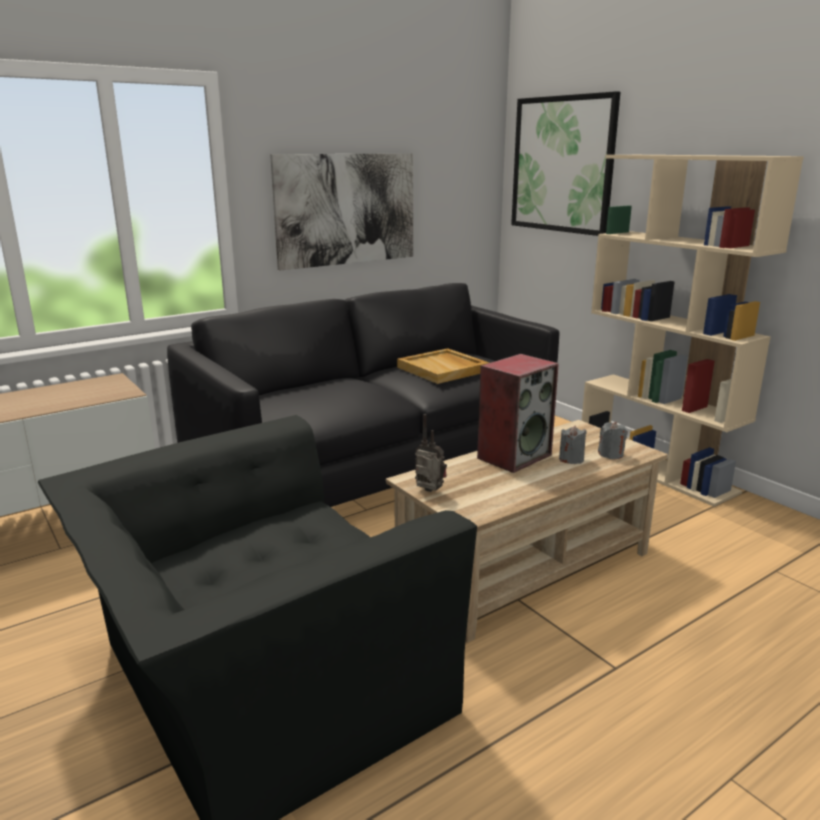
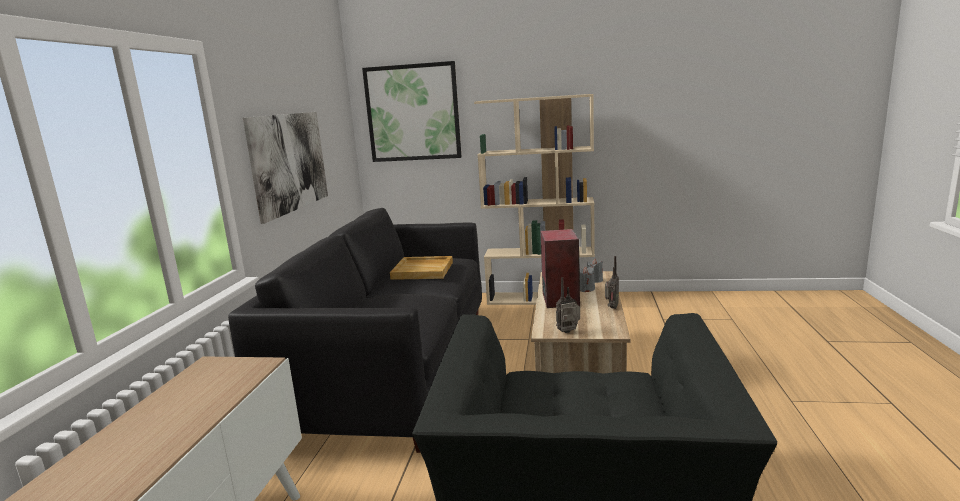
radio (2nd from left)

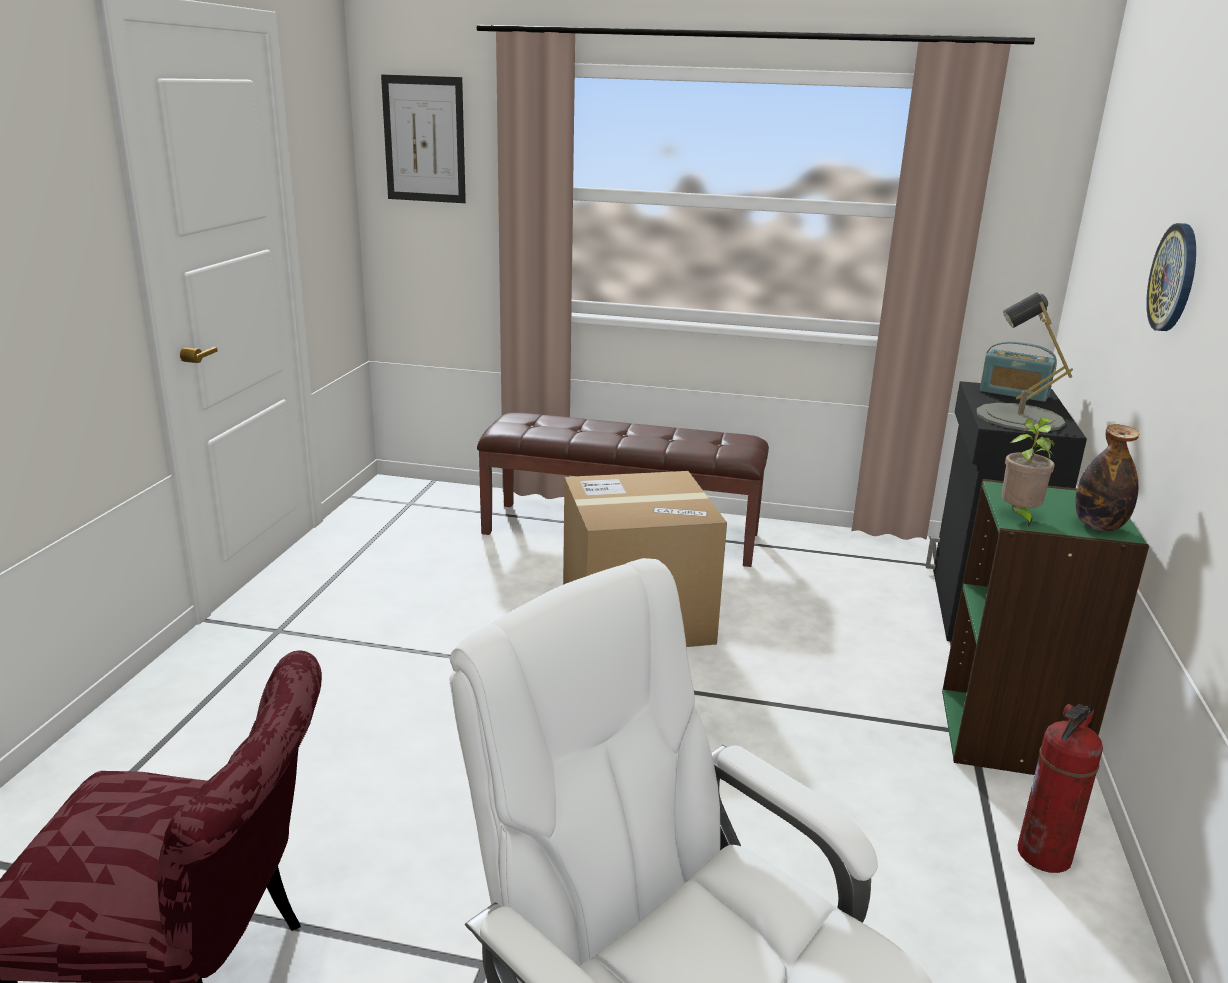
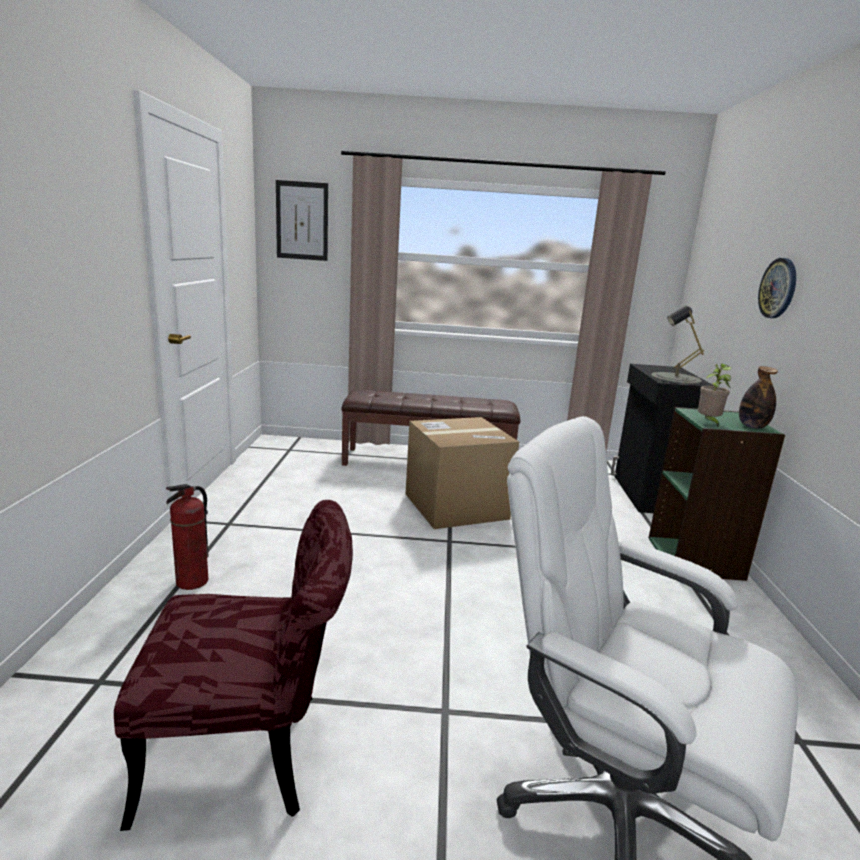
radio
fire extinguisher

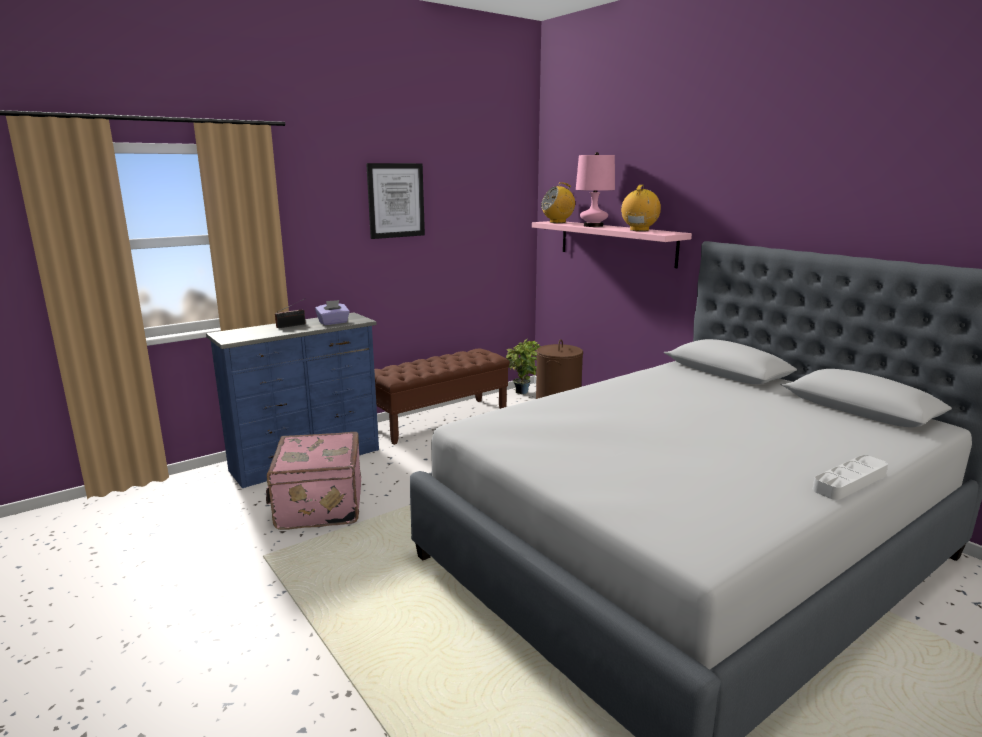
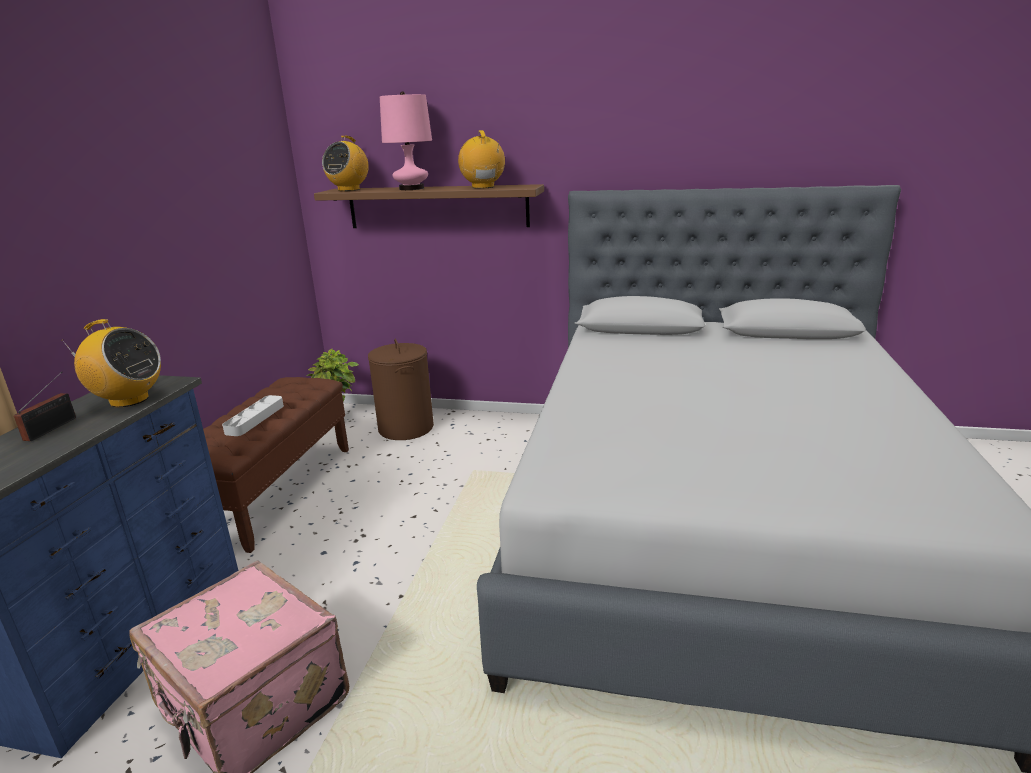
picture
brownish shelf
radio (2nd from left)
greyish carrying tray

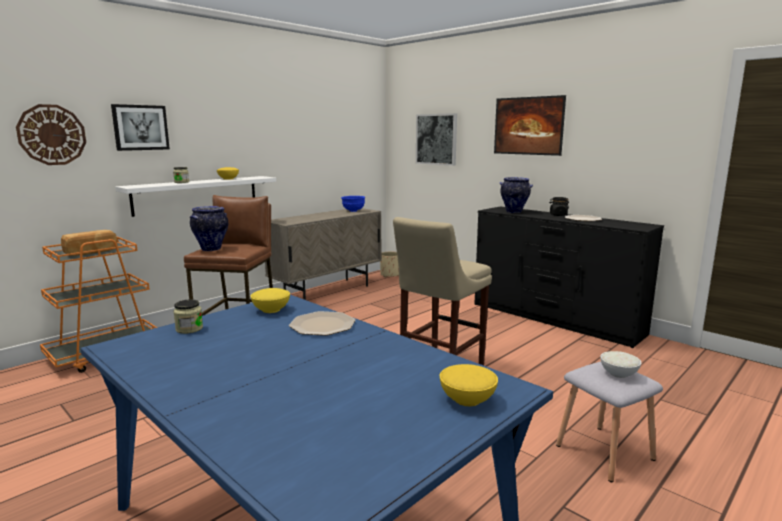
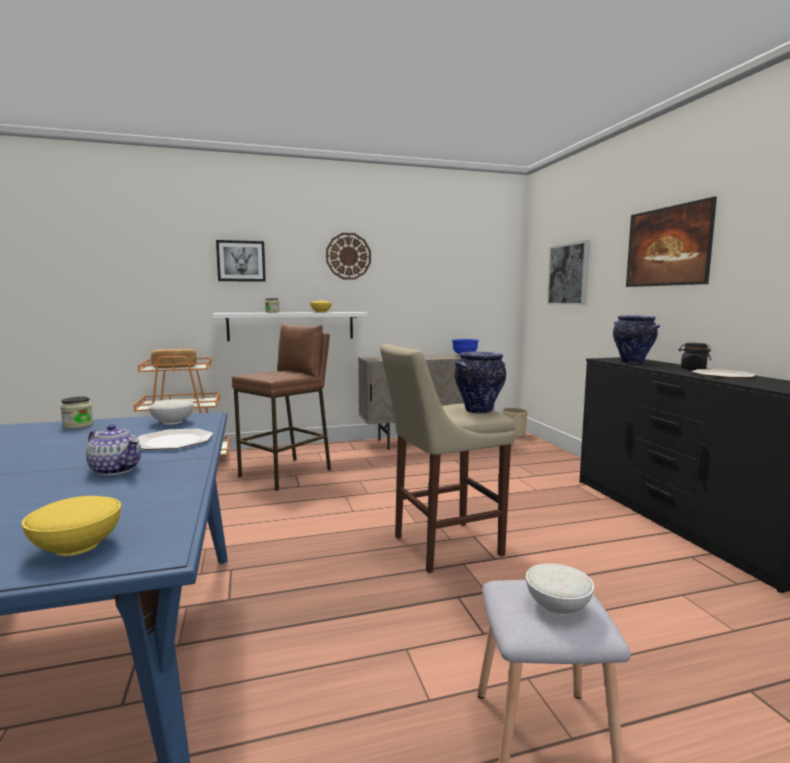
hanging clock
vase (1st from left)
white-coloured serving bowl (1st from left)
pot for tea

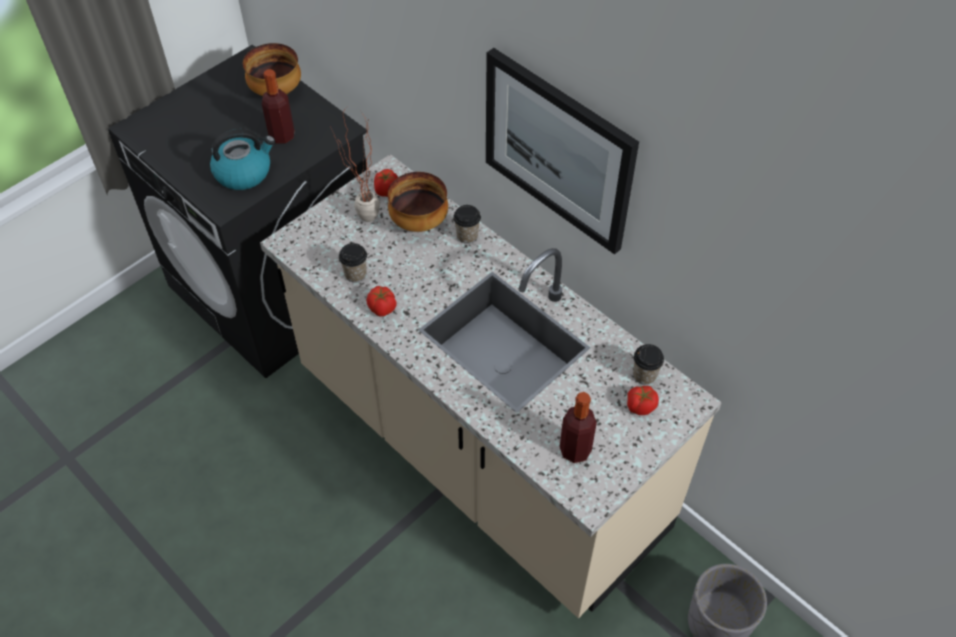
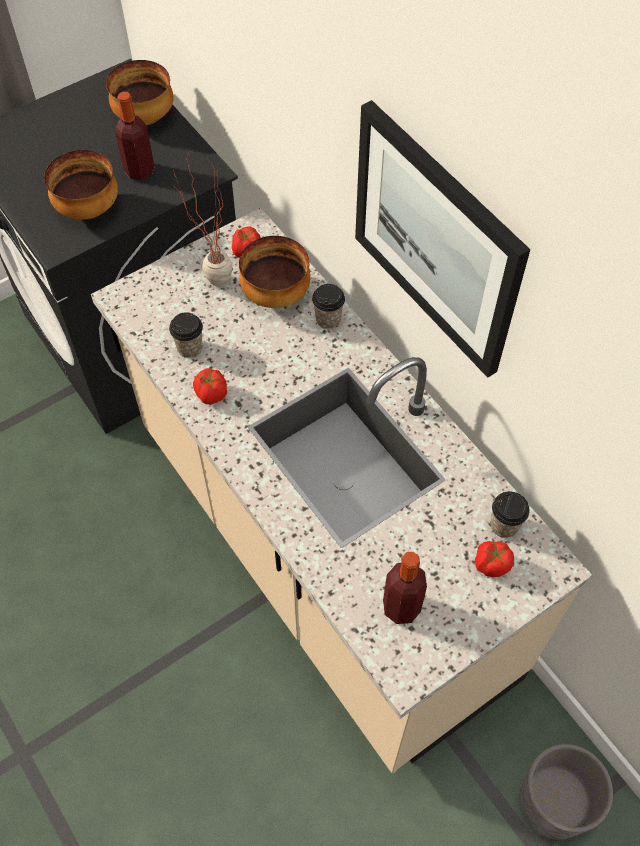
serving bowl (1st from left)

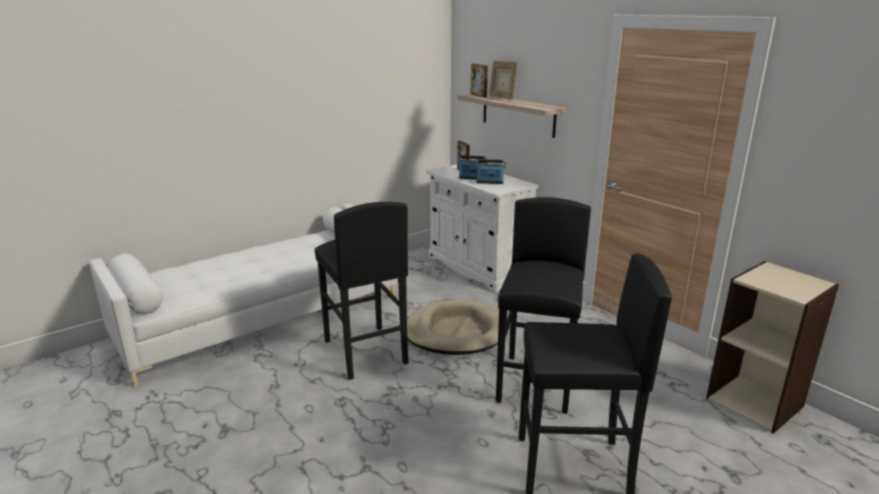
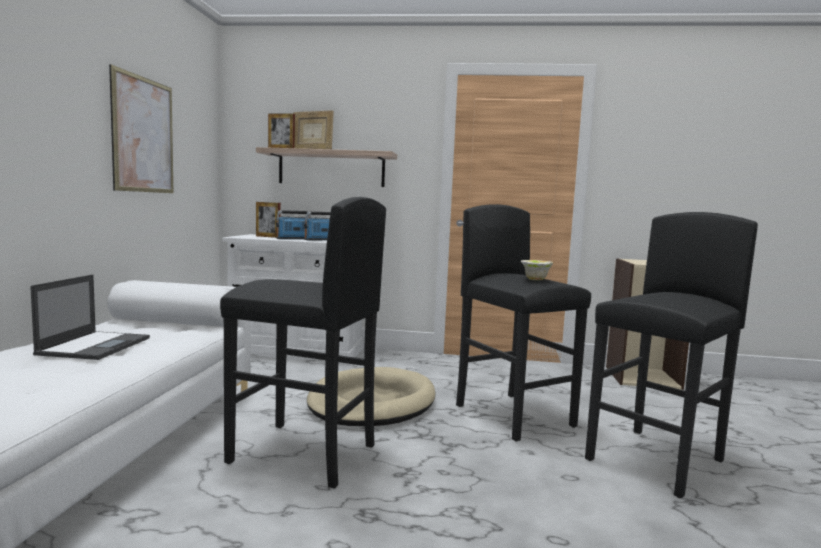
picture
serving bowl
portable computer

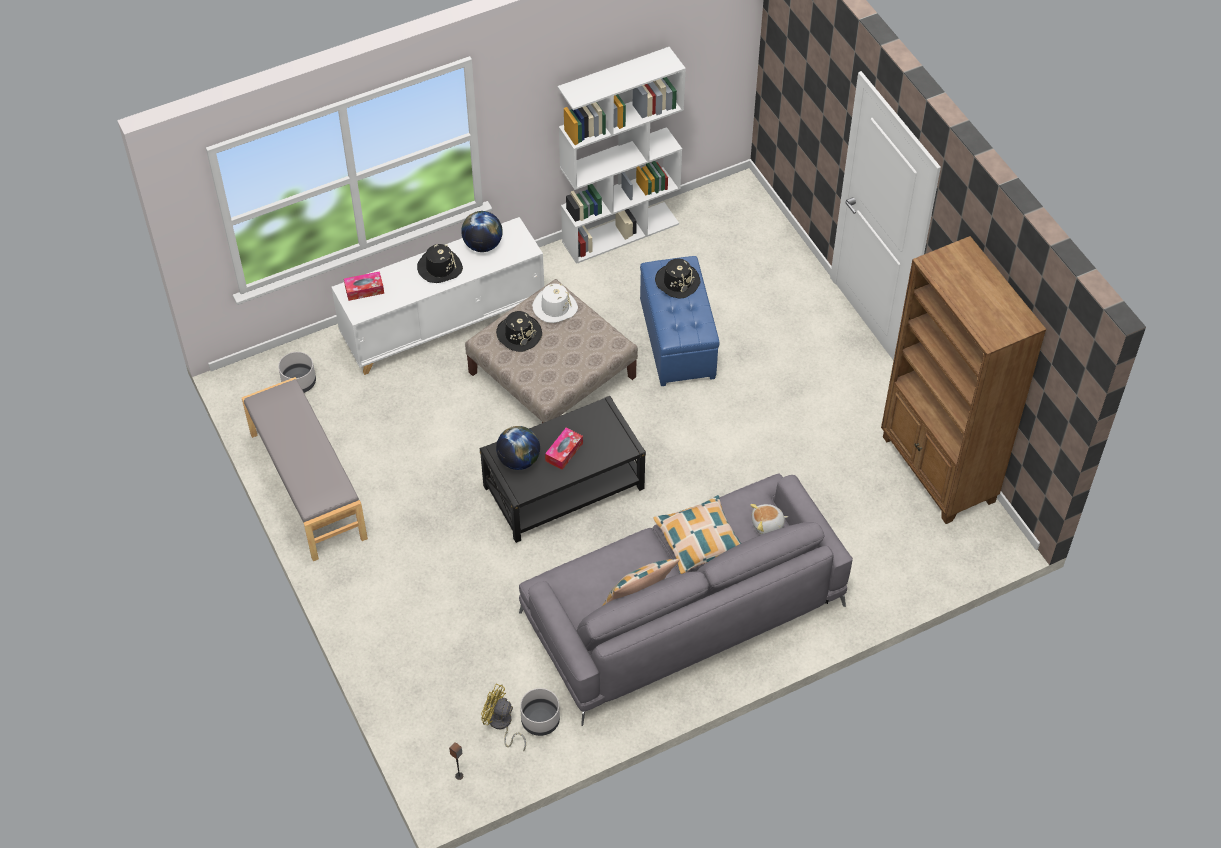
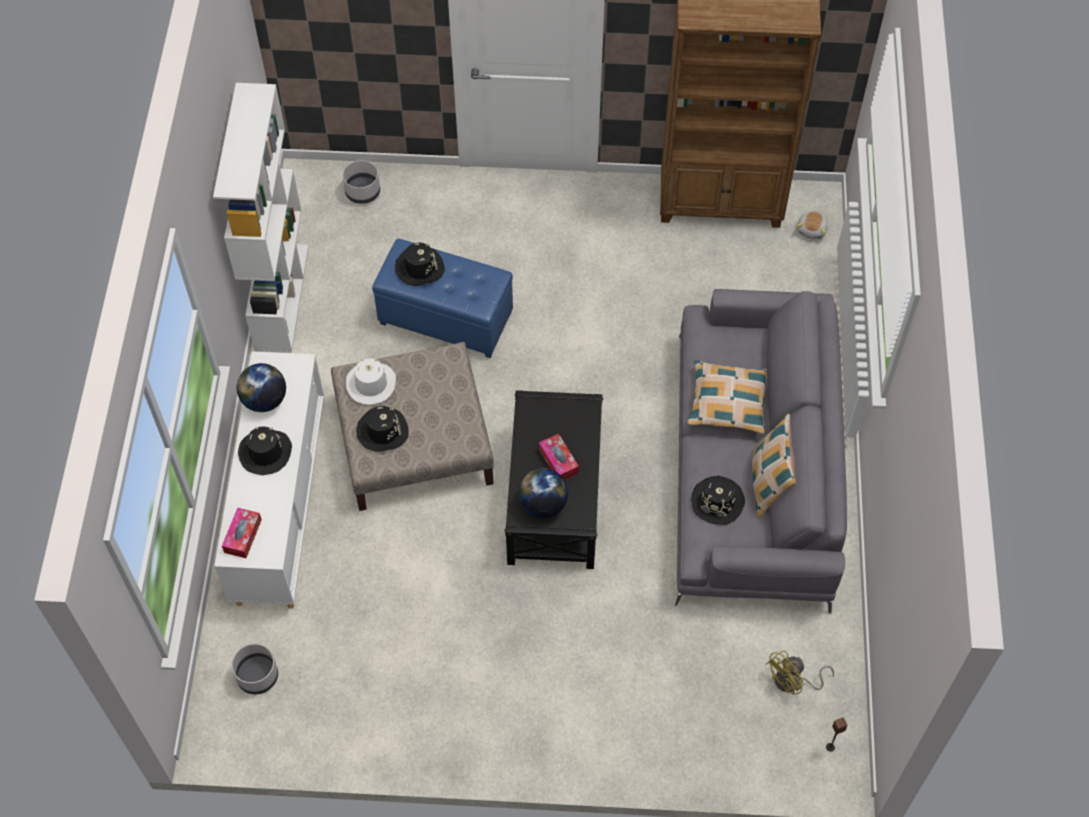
greyish indoor bench
cuddly toy
greyish flower pot (2nd from left)
blackish wearable hat (4th from left)

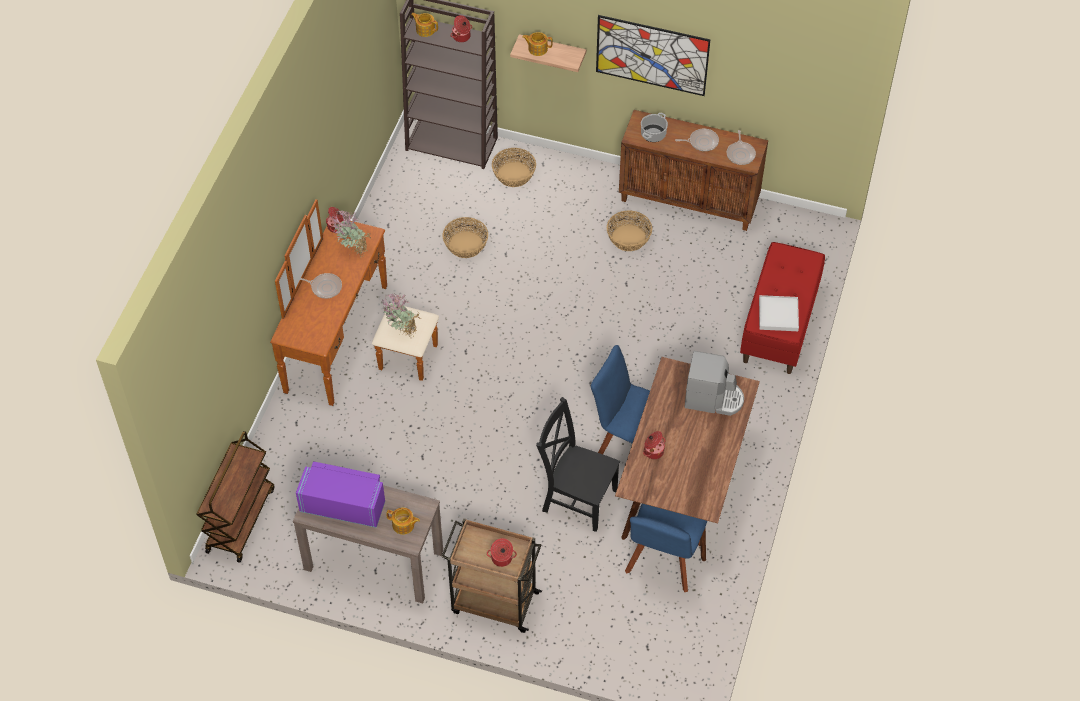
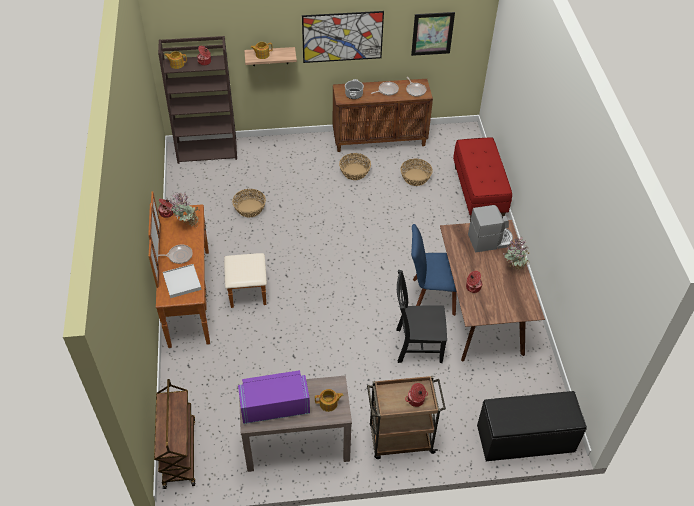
storage basket (3rd from left)
houseplant (2nd from left)
white-coloured carrying tray
bluish chair (2nd from left in the first image)
picture (2nd from left)
blackish indoor bench

